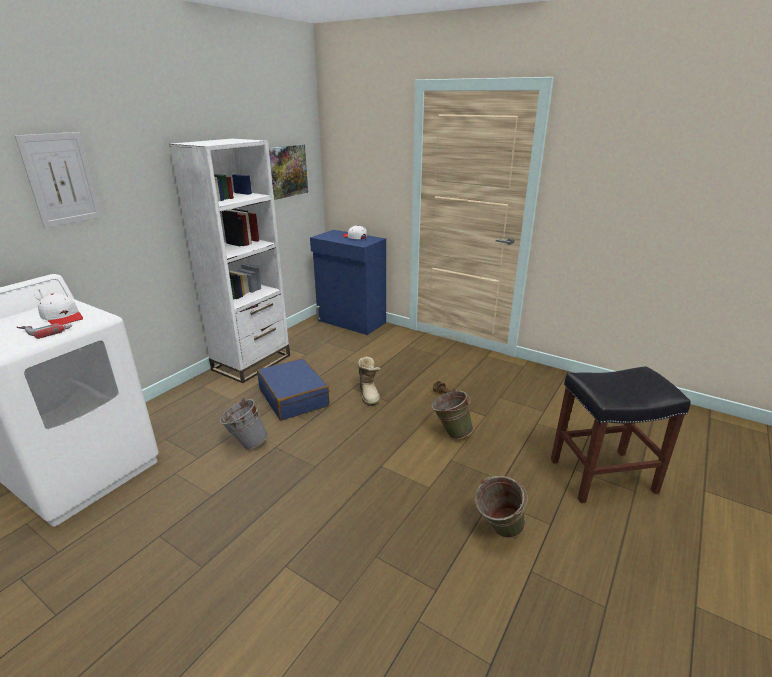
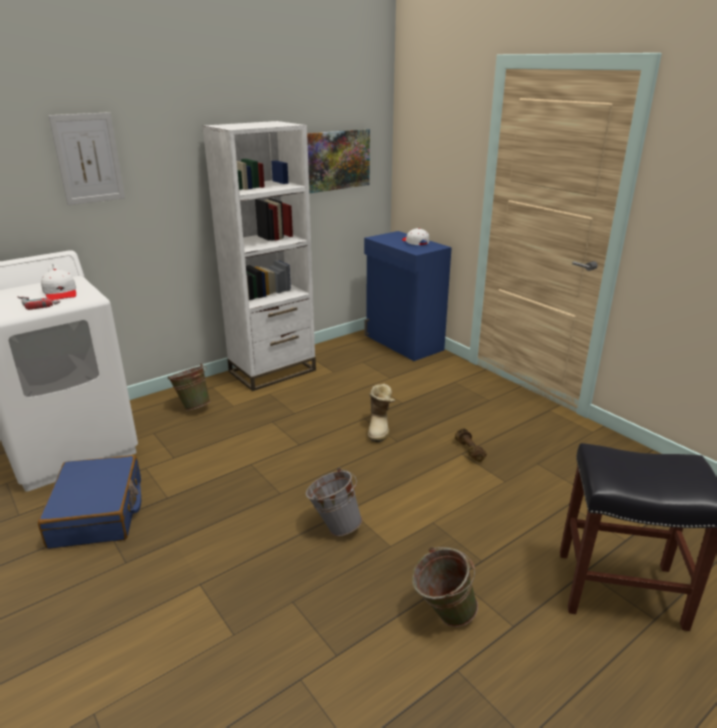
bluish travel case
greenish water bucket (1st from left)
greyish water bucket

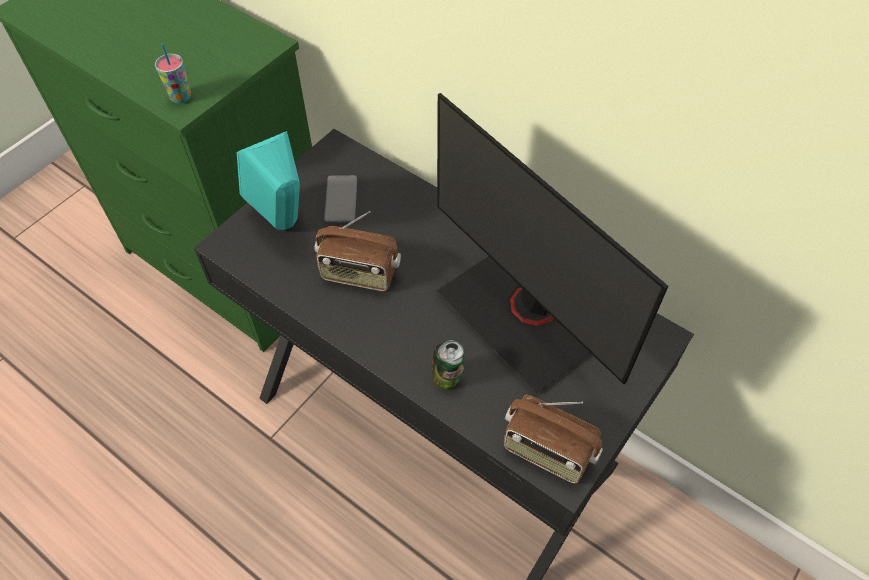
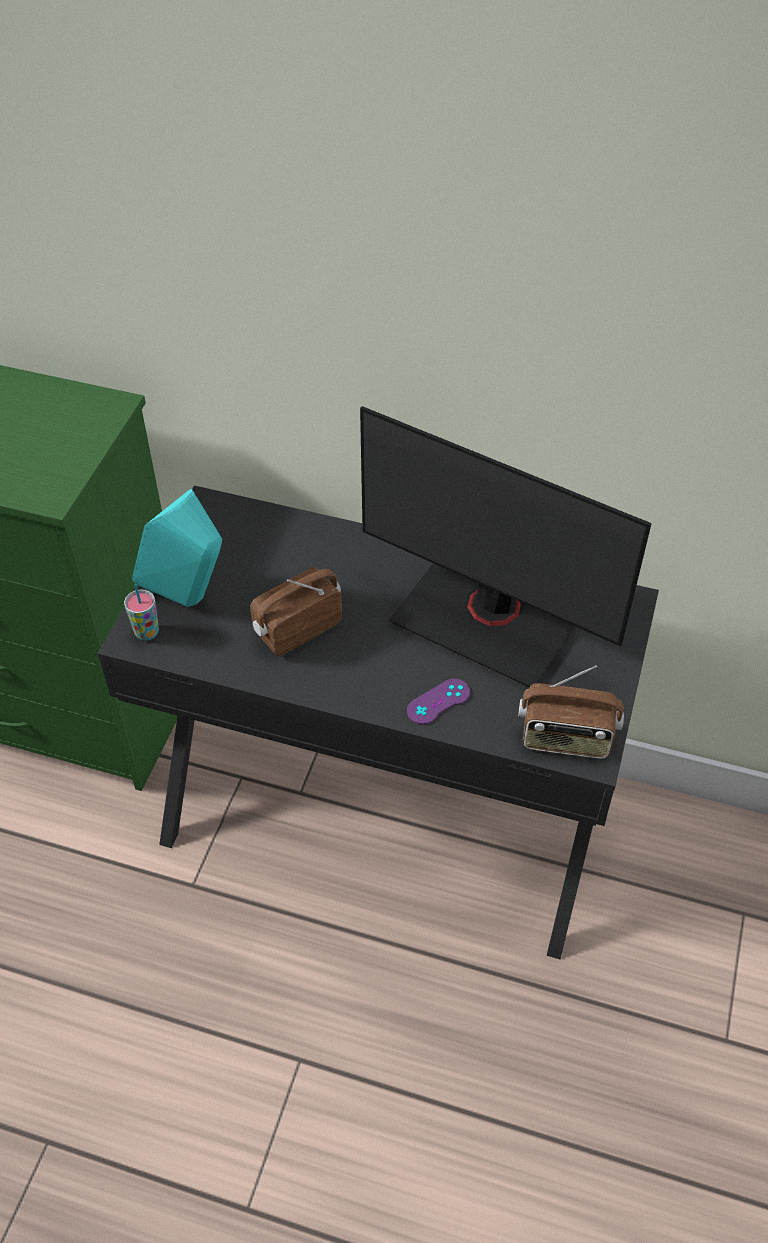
cup
phone
radio (1st from left)
purplish game controller

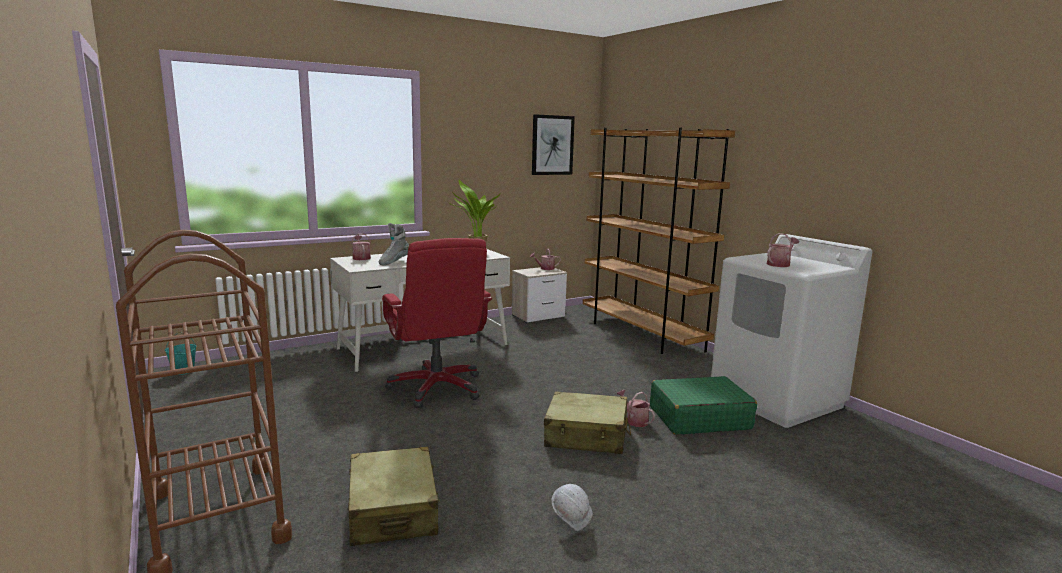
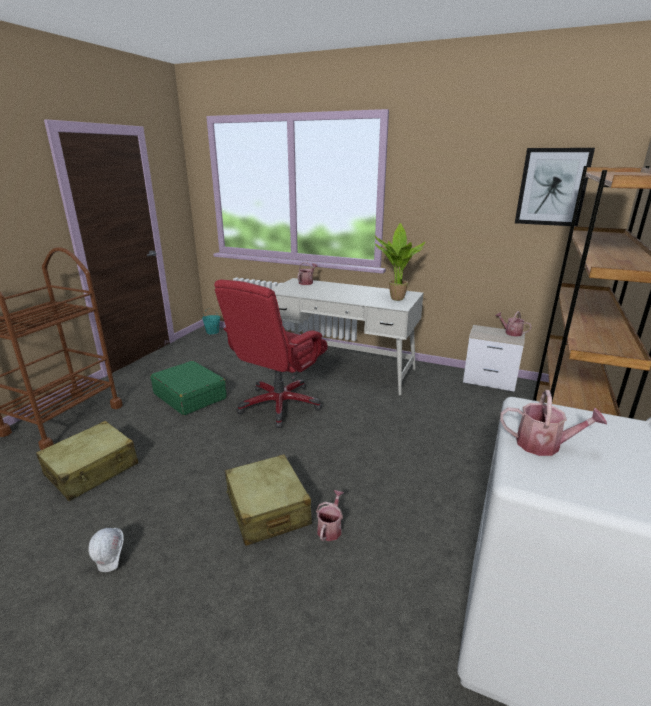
greyish tall boot
greenish travel case

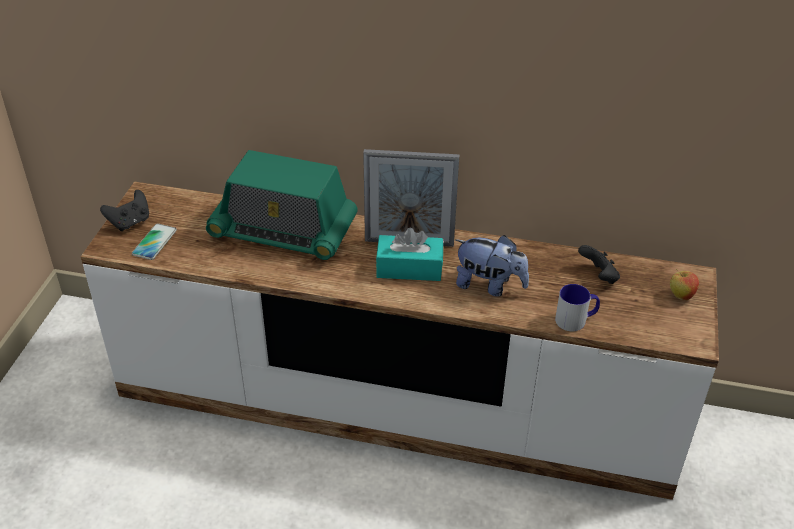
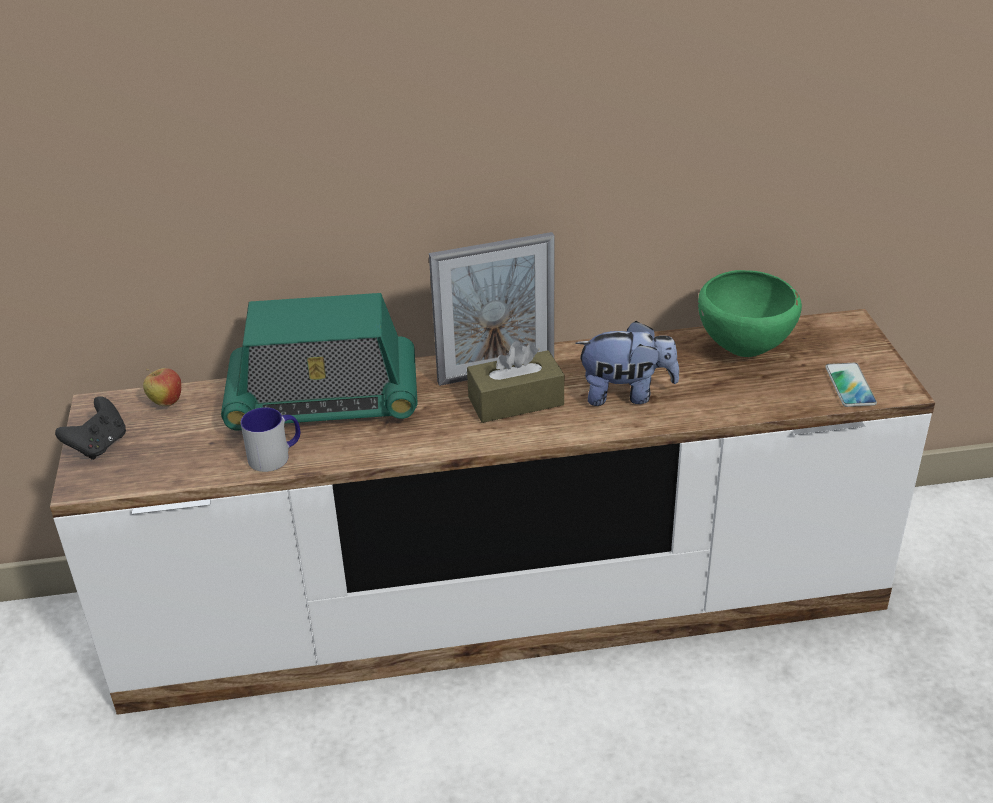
phone
brownish tissue box
greenish serving bowl
apple
coffee mug

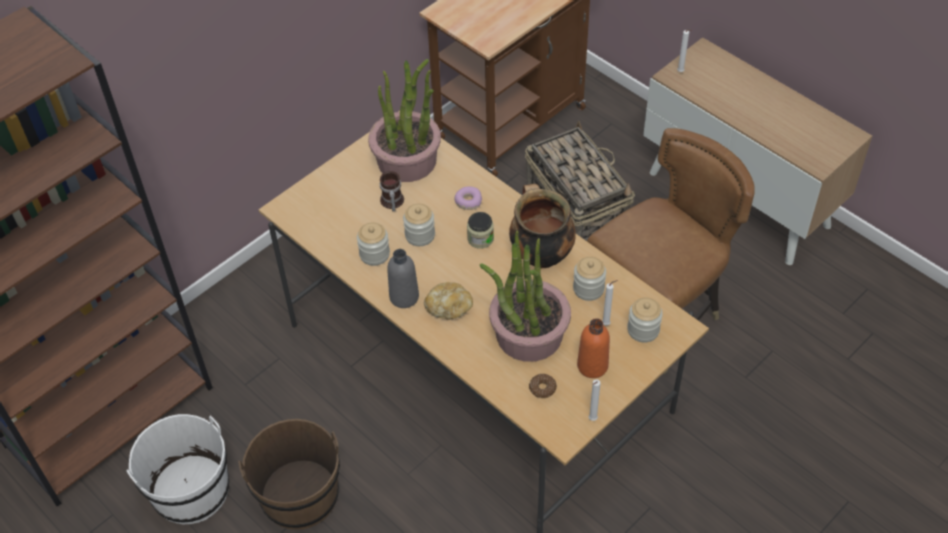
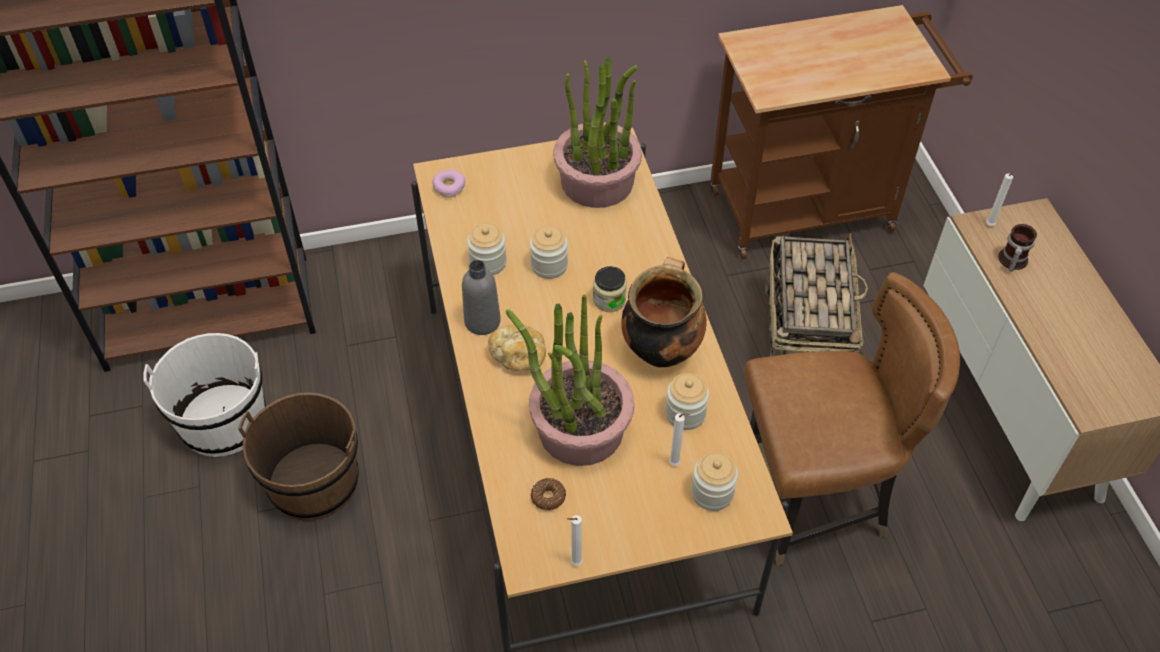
coffee mug
doughnut (1st from left)
orange-coloured beverage bottle

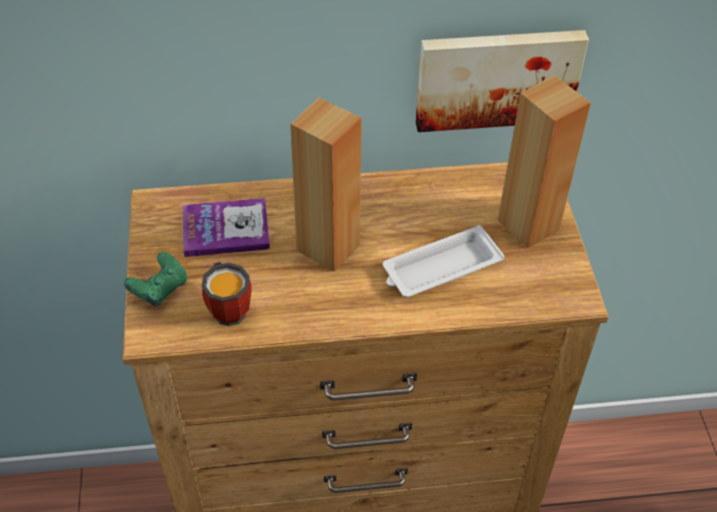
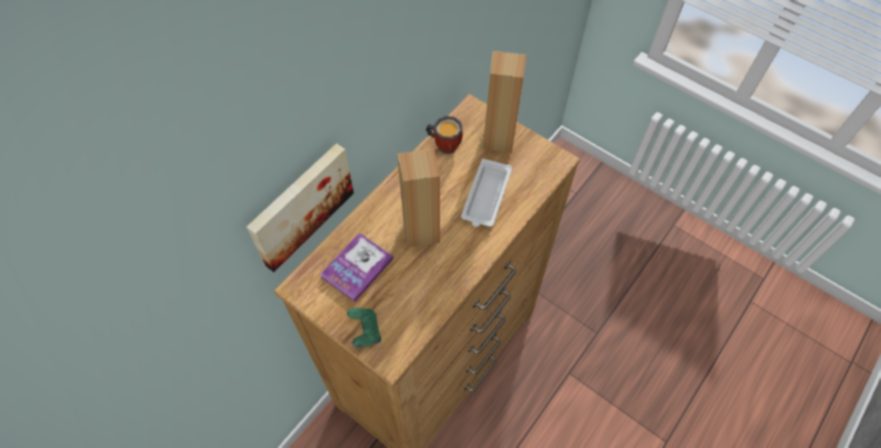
picture
coffee mug

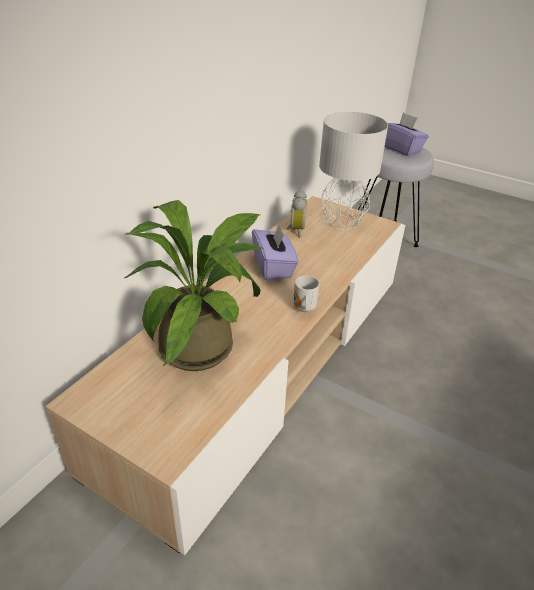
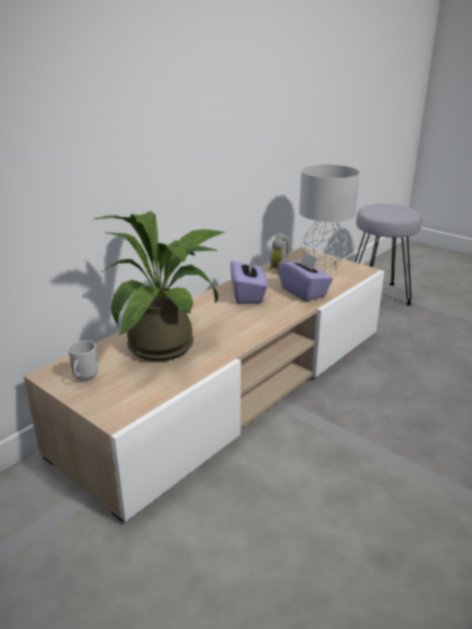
purplish tissue box (2nd from left)
coffee mug

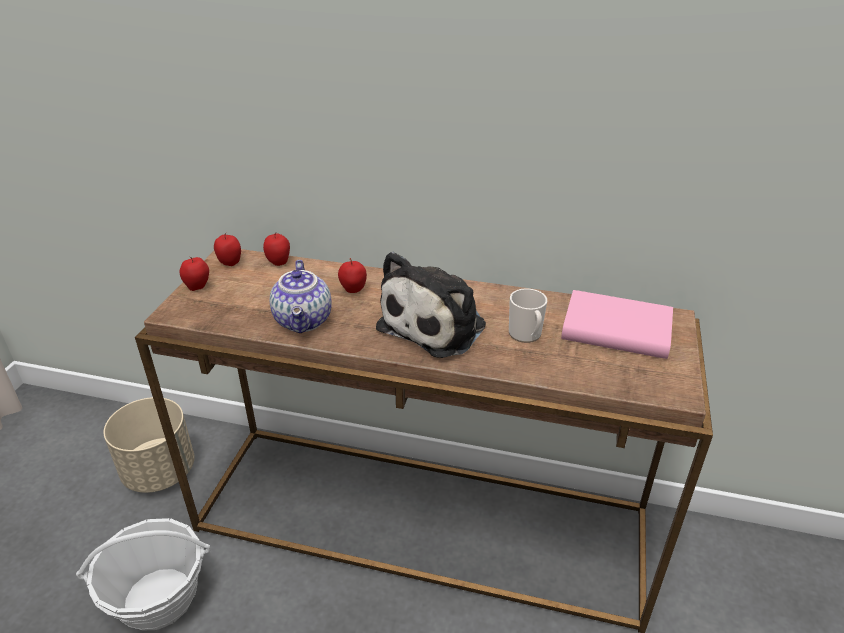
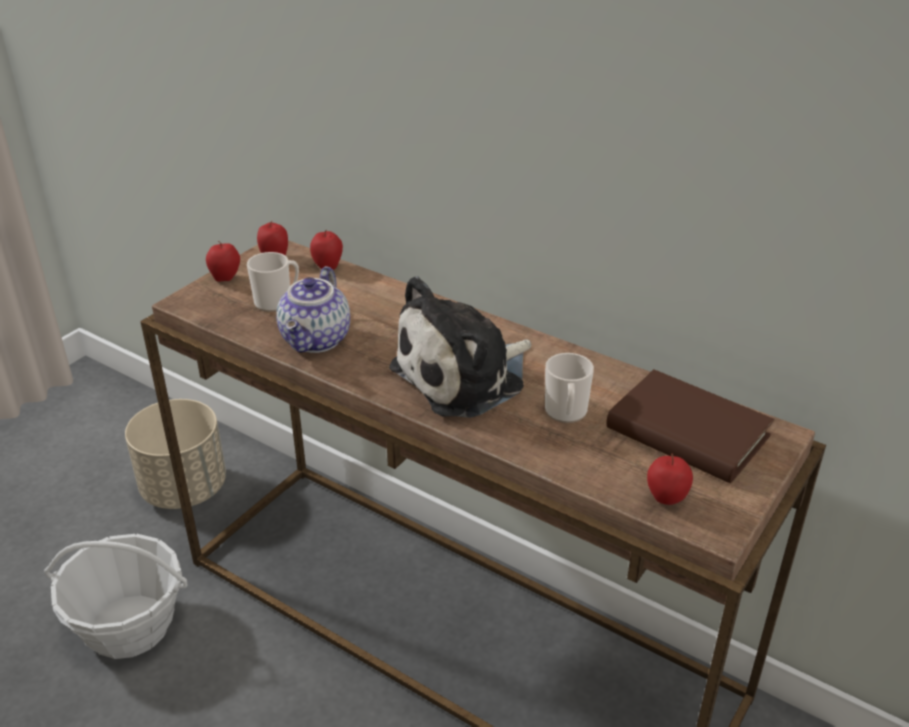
apple (4th from left)
brownish book
coffee mug (1st from left)

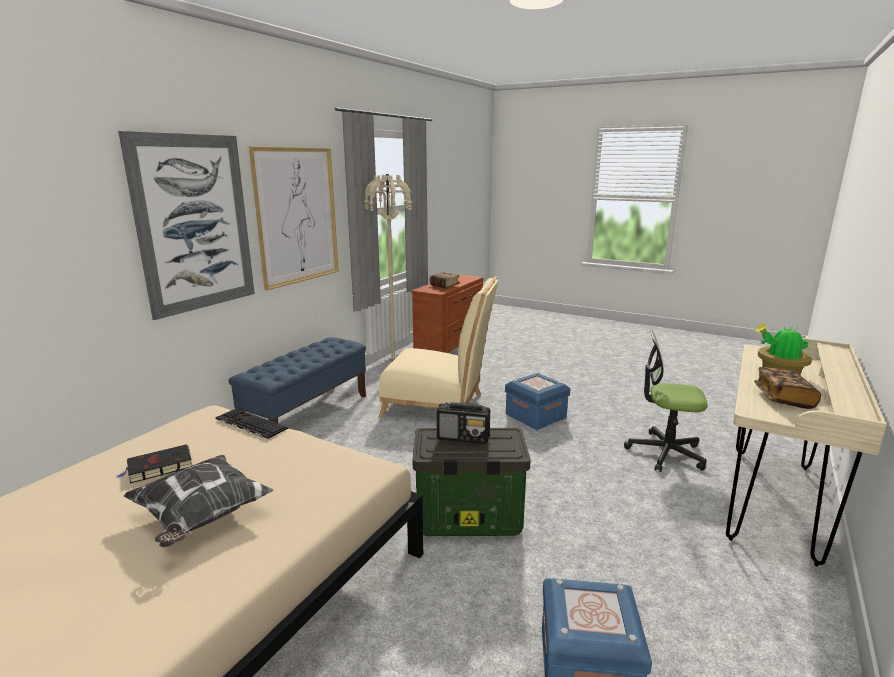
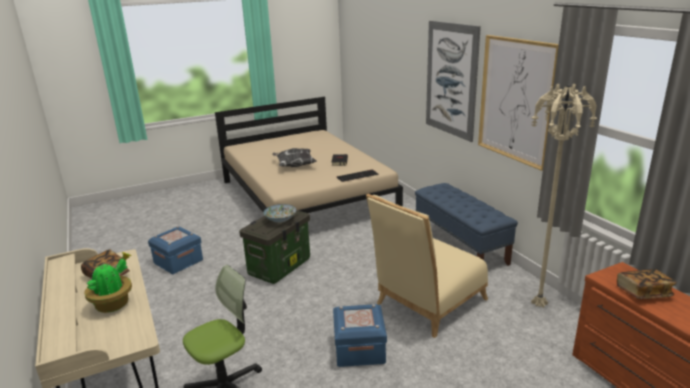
serving bowl

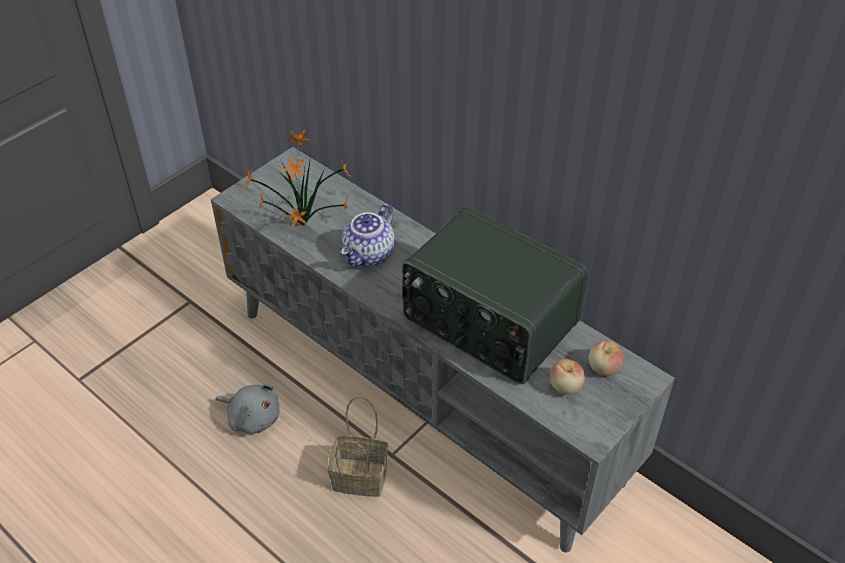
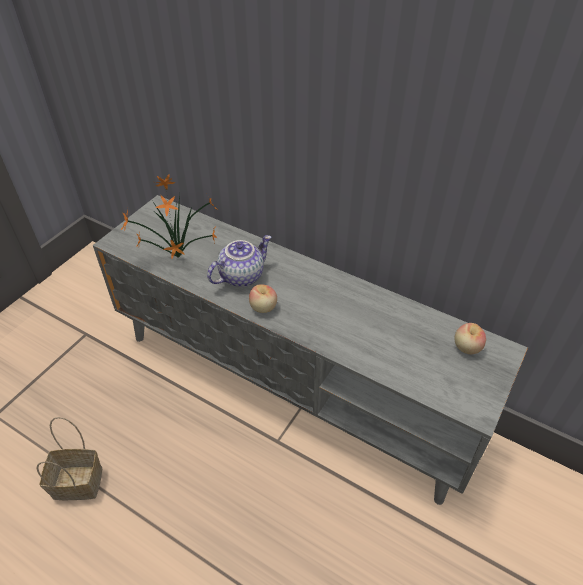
pot for tea
radio
apple (1st from left)
greyish cuddly toy
storage basket

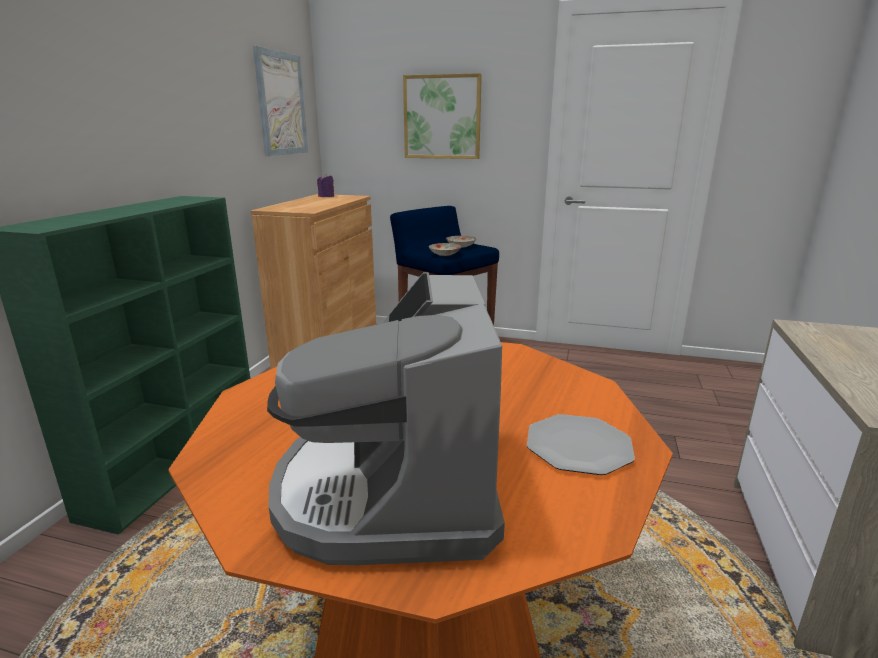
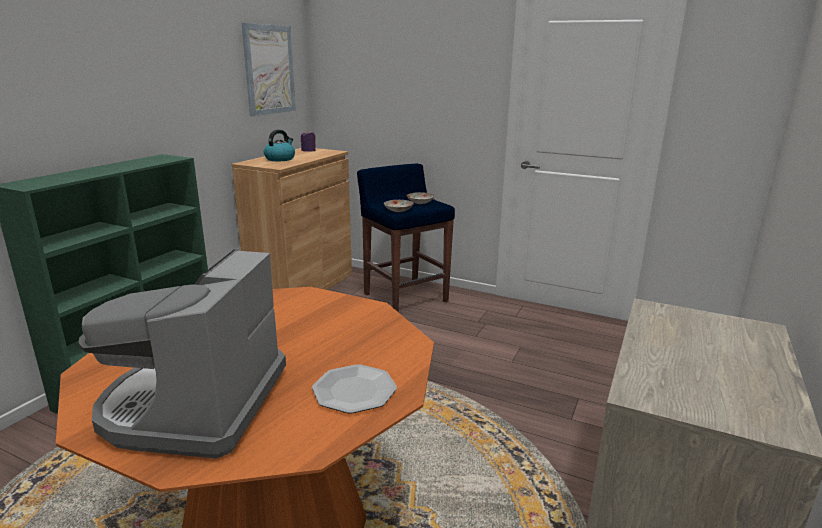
picture (2nd from left in the first image)
tea kettle

